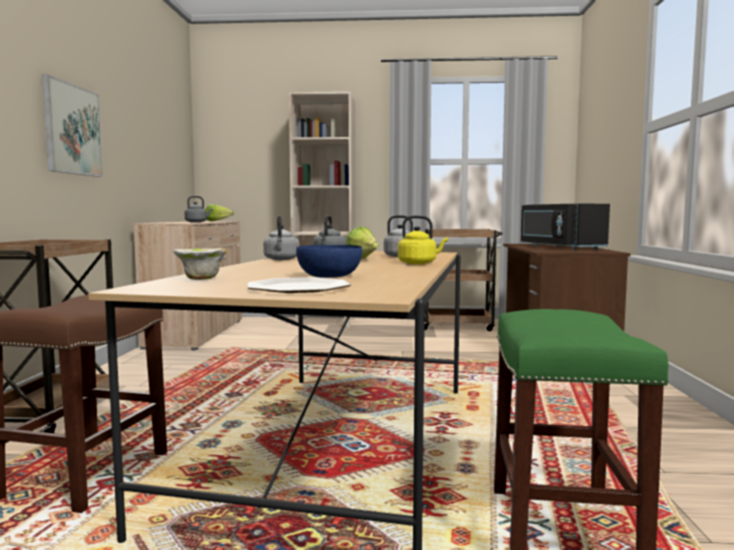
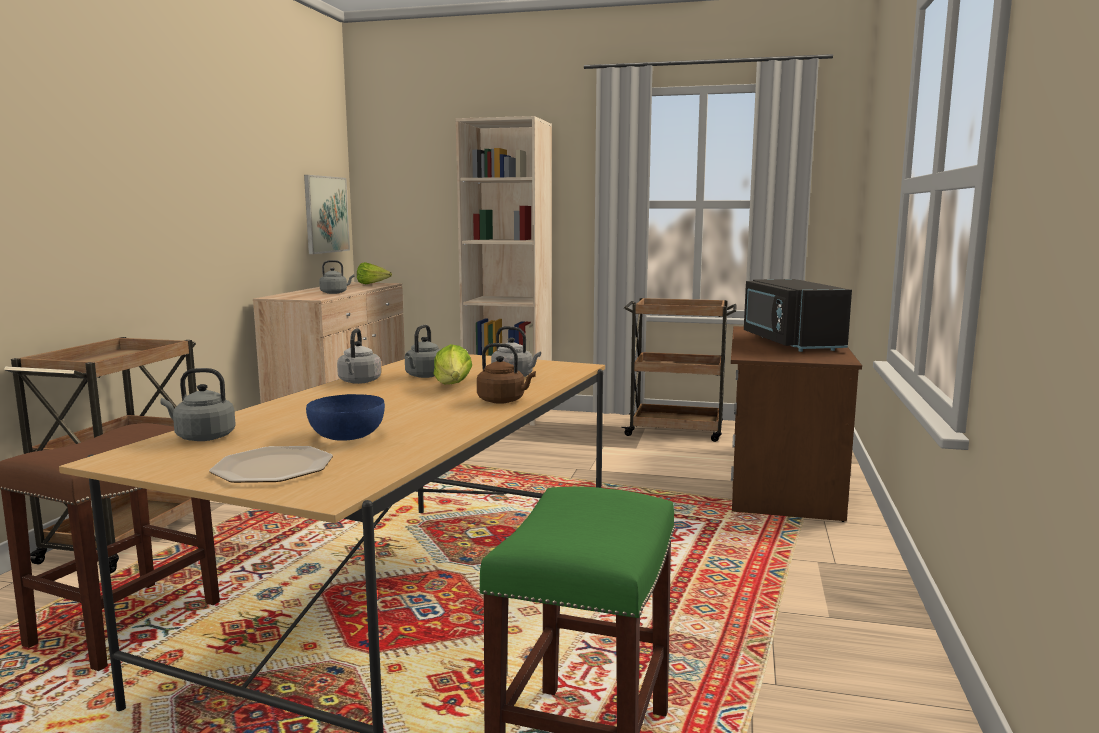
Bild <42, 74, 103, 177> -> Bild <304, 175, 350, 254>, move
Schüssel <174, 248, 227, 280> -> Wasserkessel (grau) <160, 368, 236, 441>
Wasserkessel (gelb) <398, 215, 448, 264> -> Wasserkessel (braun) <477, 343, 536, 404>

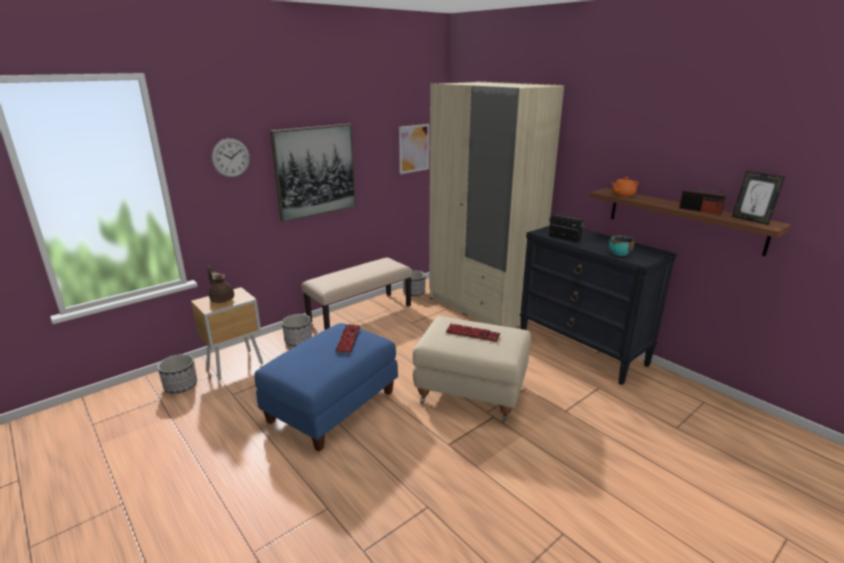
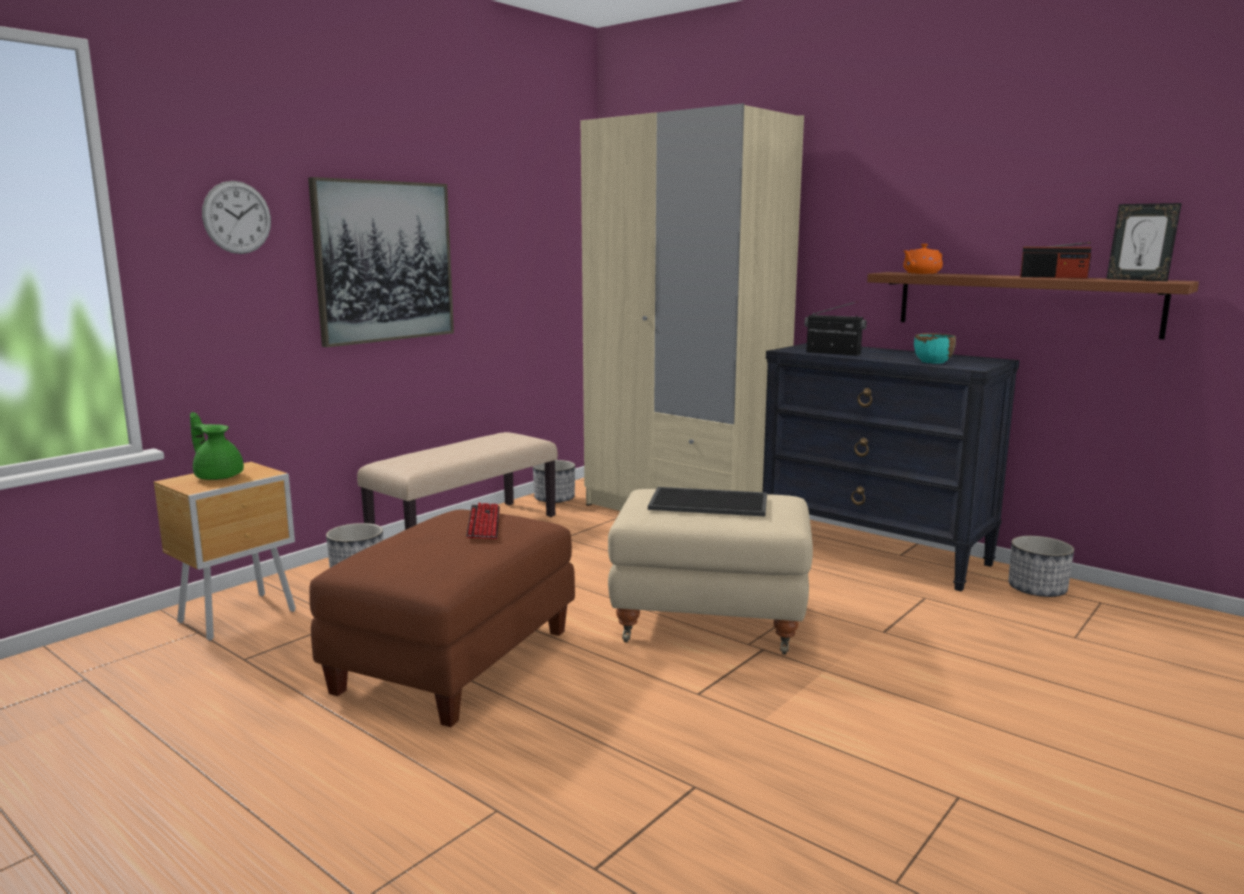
Pflanzkübel <157, 354, 197, 394> -> Pflanzkübel <1008, 536, 1074, 597>, move
Teekanne (braun) <208, 266, 234, 303> -> Teekanne (grün) <190, 412, 244, 480>
Polsterhocker (blau) <255, 323, 398, 452> -> Polsterhocker (braun) <309, 509, 575, 727>
Bild <399, 124, 429, 174> -> none
Tastatur <446, 323, 500, 342> -> Tablett <648, 487, 767, 517>

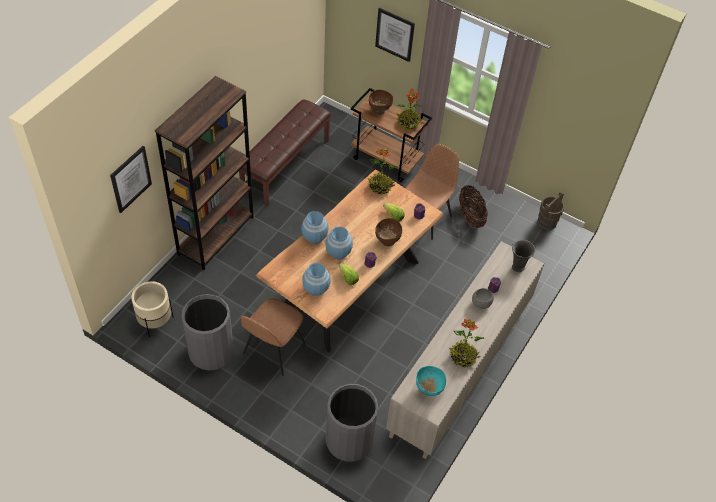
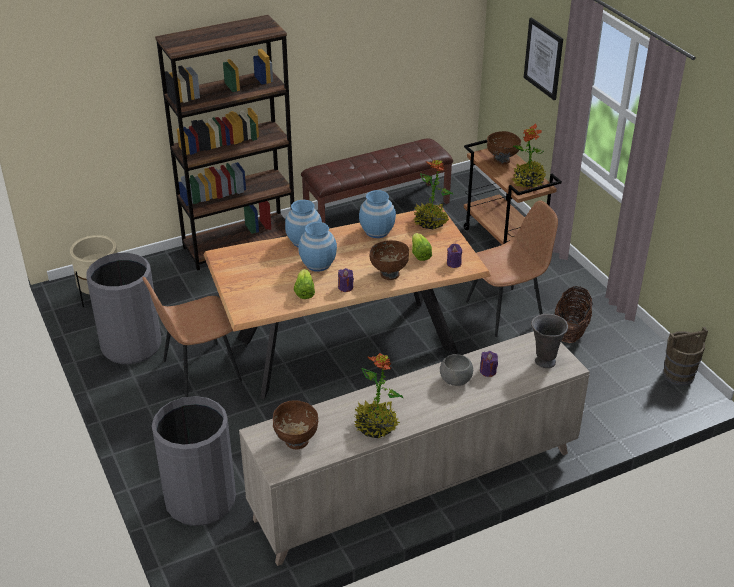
Bild <110, 146, 152, 213> -> none
Vase (blau) <302, 263, 331, 296> -> Vase (blau) <359, 190, 396, 238>, move
Schüssel (türkis) <416, 366, 446, 396> -> Schüssel (braun) <273, 400, 318, 449>

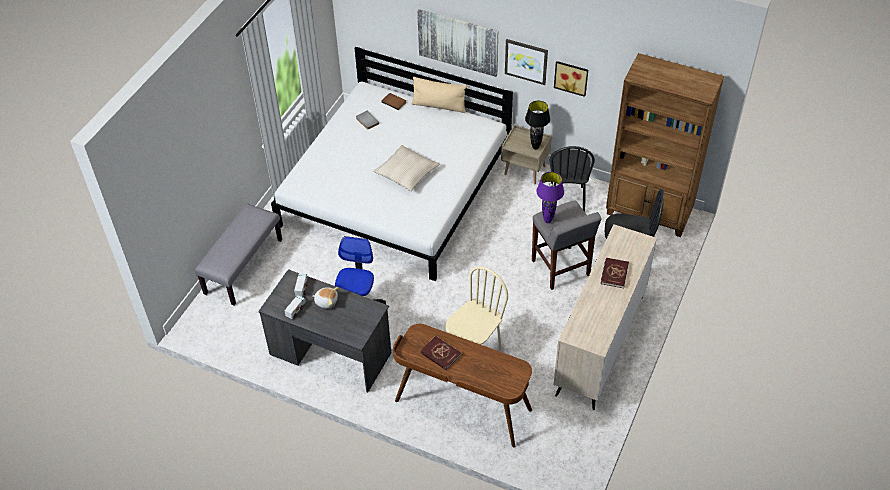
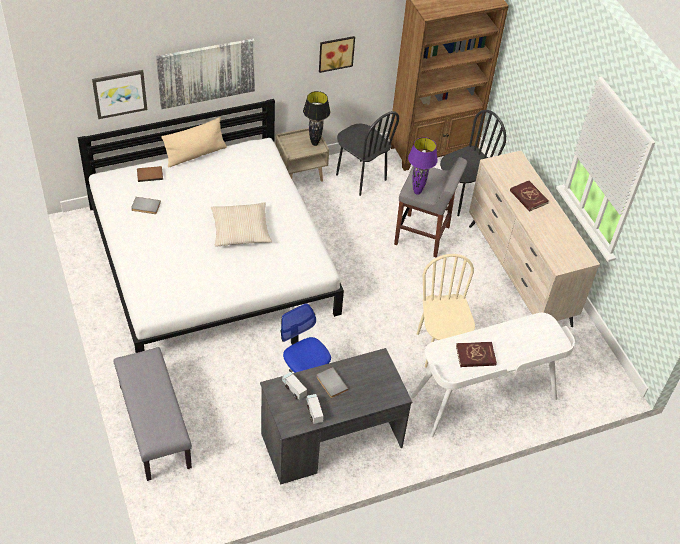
Plüschtier <313, 287, 339, 309> -> Buch (grau) <317, 367, 348, 398>
Schreibtisch (braun) <393, 324, 532, 448> -> Schreibtisch (weiß) <411, 313, 575, 437>
Bild <505, 39, 548, 85> -> Bild <92, 70, 147, 119>, move

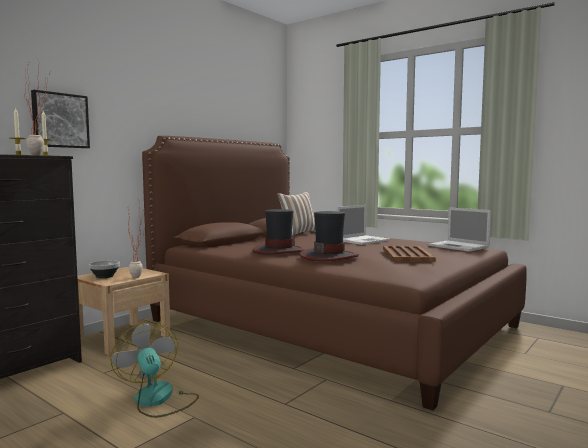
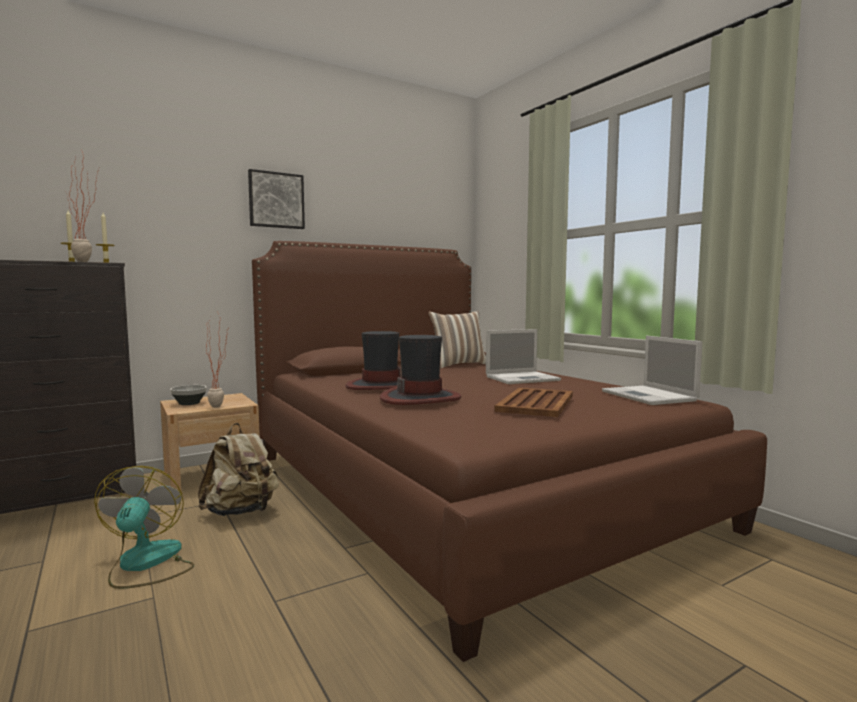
Bild <31, 90, 90, 148> -> Bild <248, 169, 305, 229>, move
none -> Rucksack (beige) <198, 423, 279, 516>

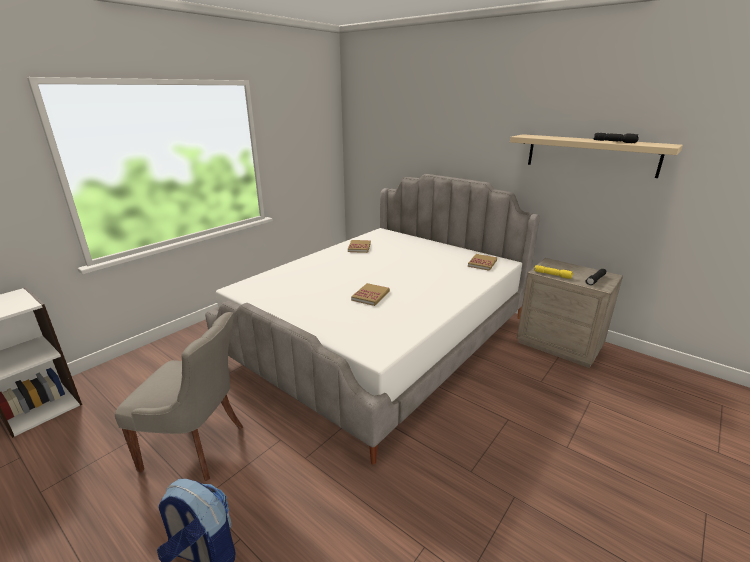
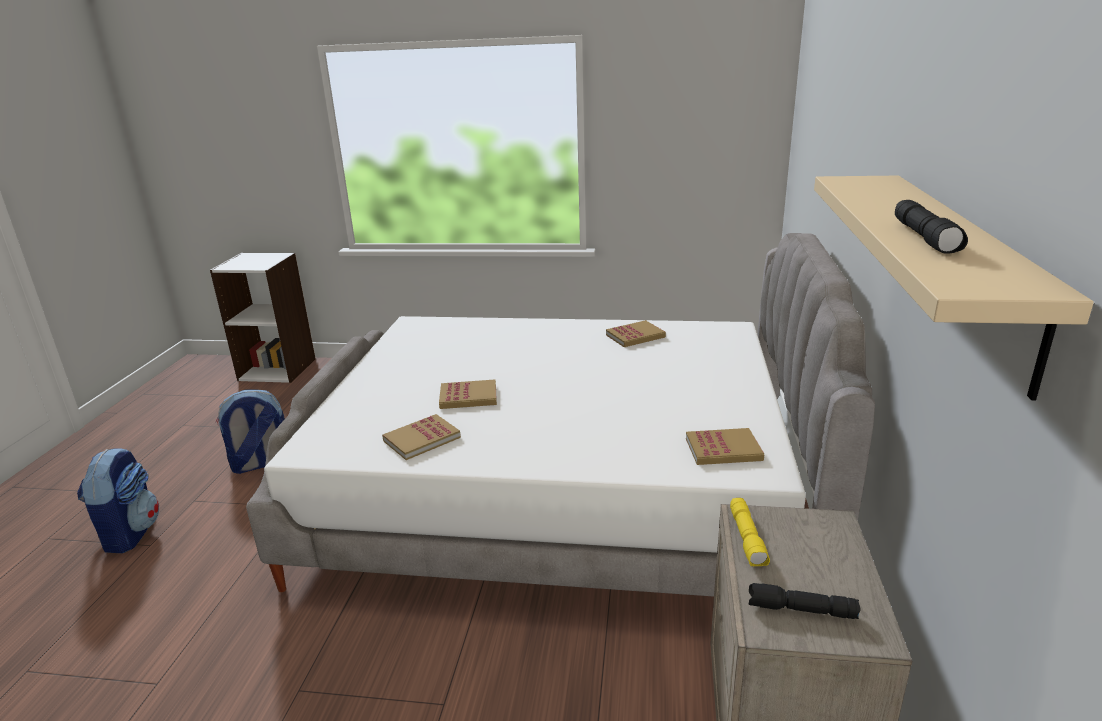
Stuhl (grau) <115, 312, 243, 481> -> Rucksack <215, 390, 285, 474>
none -> Buch <382, 414, 461, 460>

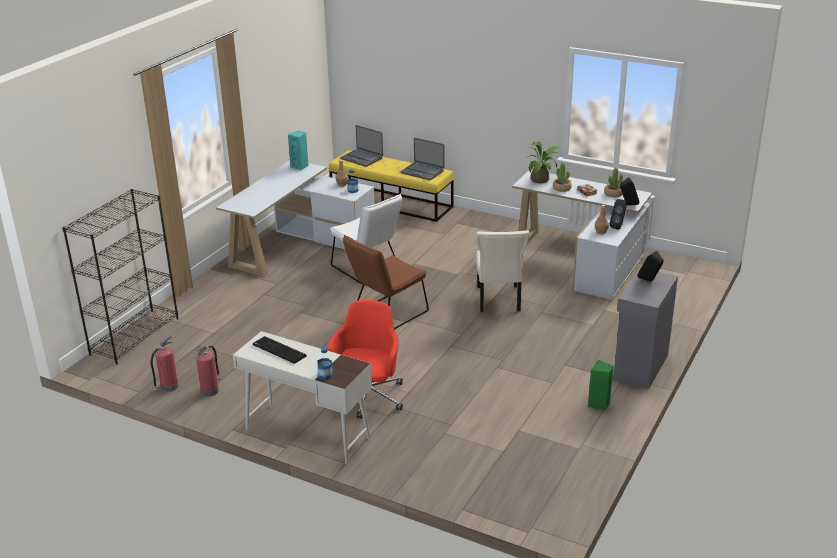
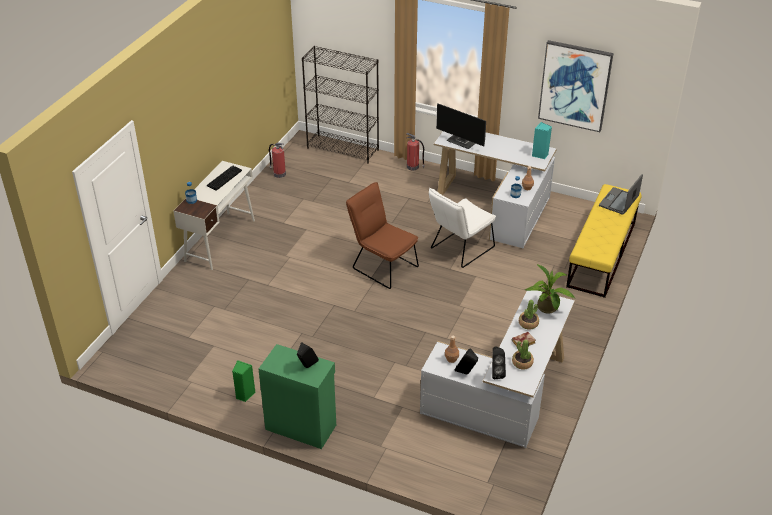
Feuerlöscher <195, 346, 221, 397> -> Feuerlöscher <406, 133, 425, 170>, move
Bürostuhl (rot) <327, 300, 403, 418> -> none
Laptop <400, 138, 445, 180> -> none
Stuhl (beige) <476, 230, 529, 312> -> none
Schrank (grau) <613, 268, 678, 390> -> Schrank (grün) <258, 344, 336, 449>
none -> Monitor <436, 103, 486, 149>
none -> Bild <538, 40, 614, 132>

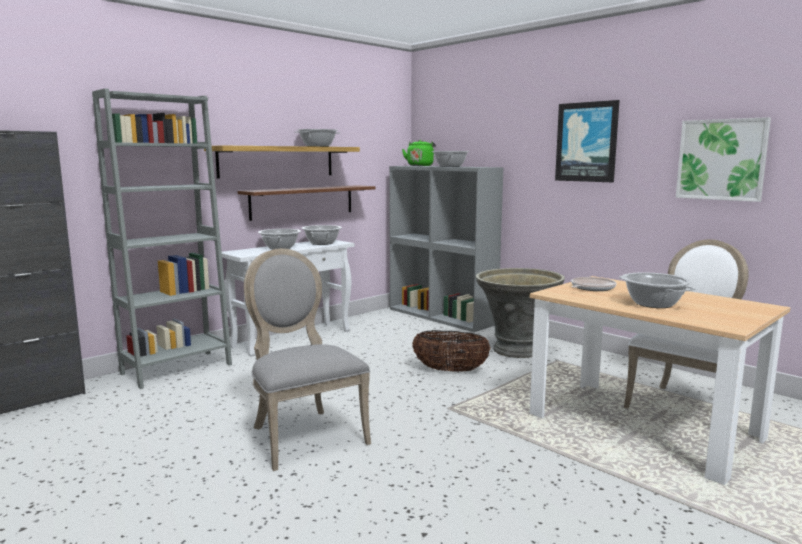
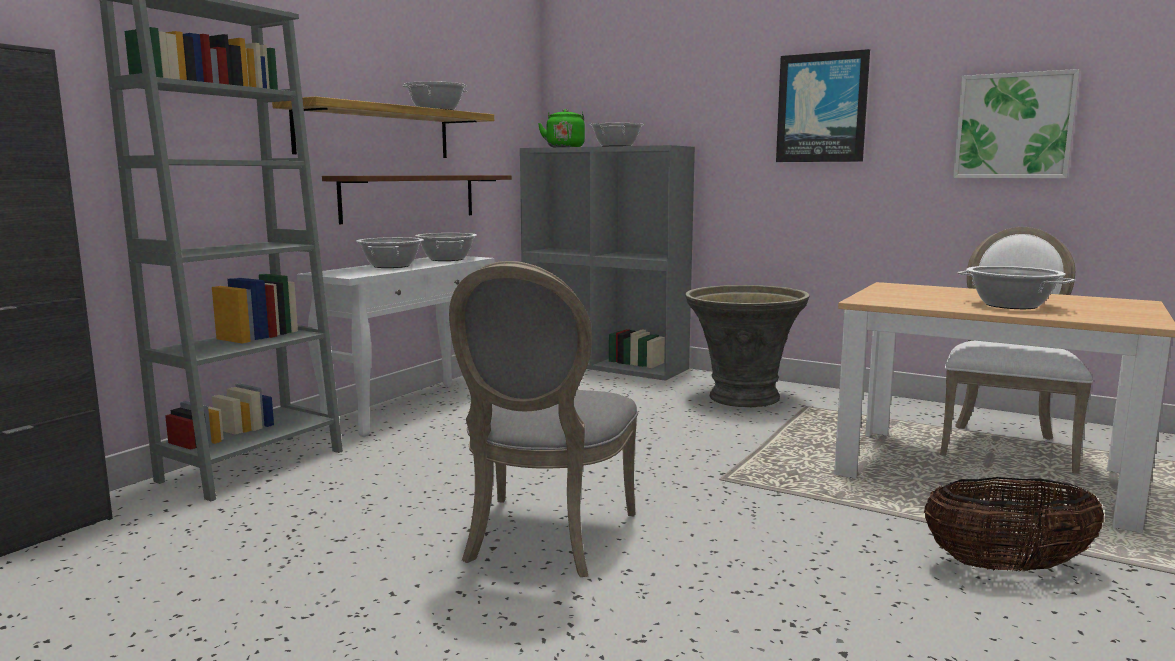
Stuhl (grau) <244, 248, 371, 471> -> Stuhl (grau) <449, 261, 638, 577>, 120 degrees counterclockwise
Korb <412, 330, 491, 372> -> Korb <924, 477, 1104, 572>, move
Pfanne <571, 277, 616, 291> -> none

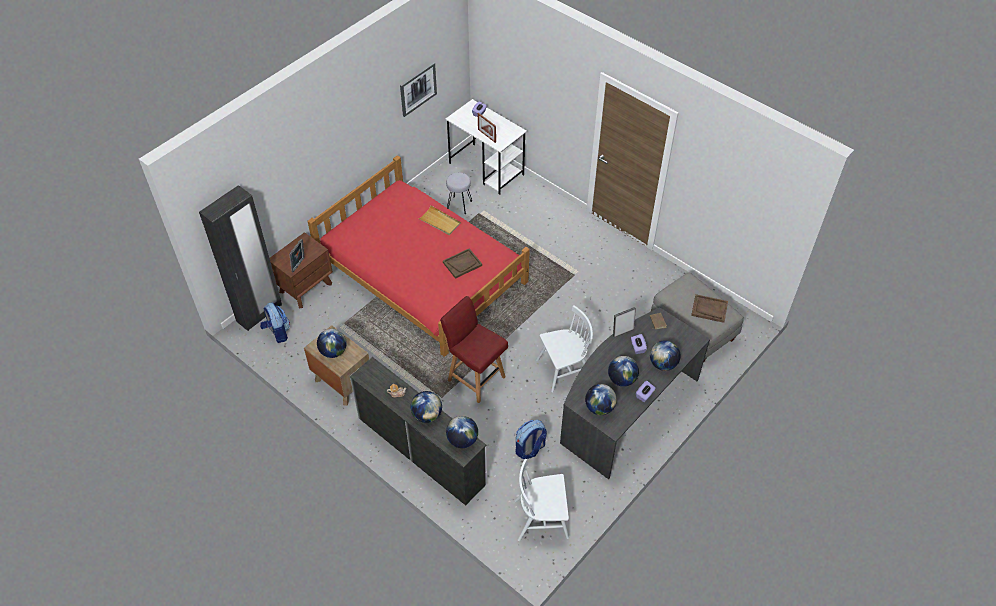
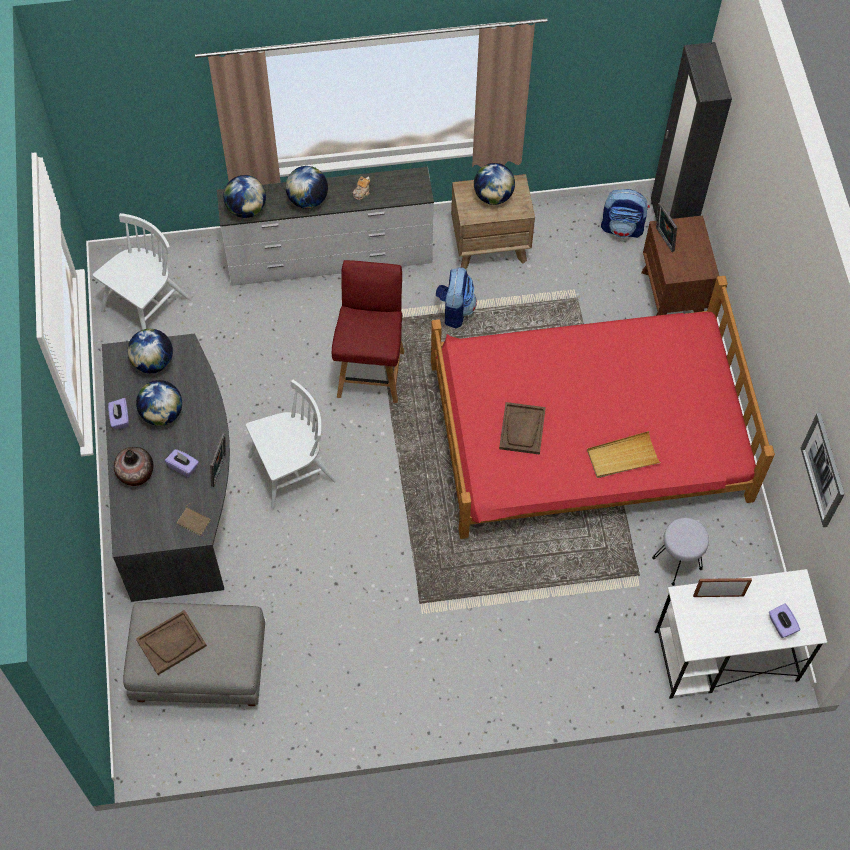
Stuhl (rot) <440, 296, 508, 403> -> Stuhl (rot) <332, 260, 404, 403>, 75 degrees counterclockwise
Rucksack <515, 420, 547, 459> -> Rucksack <436, 267, 477, 328>, move
Stuhl (weiß) <536, 305, 593, 393> -> Stuhl (weiß) <246, 380, 337, 509>, 135 degrees counterclockwise
Globus <650, 340, 681, 371> -> Vase <114, 447, 153, 486>

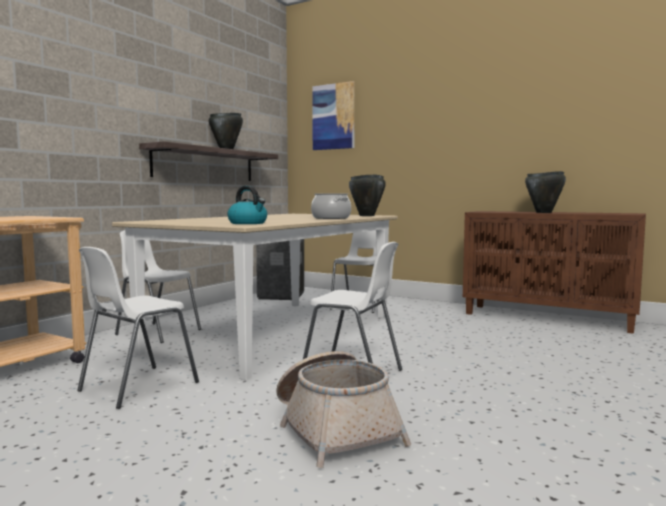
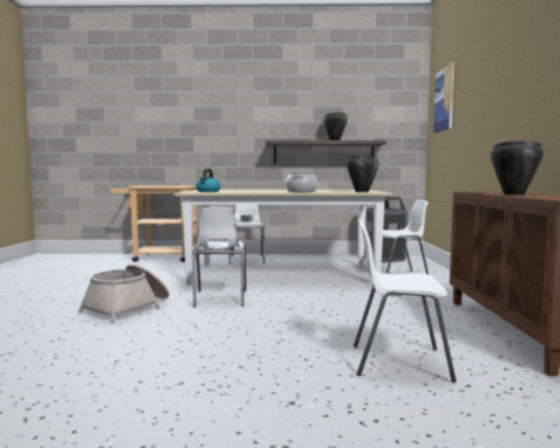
Stuhl (weiß) <77, 247, 199, 409> -> Stuhl (weiß) <353, 219, 456, 383>, move

